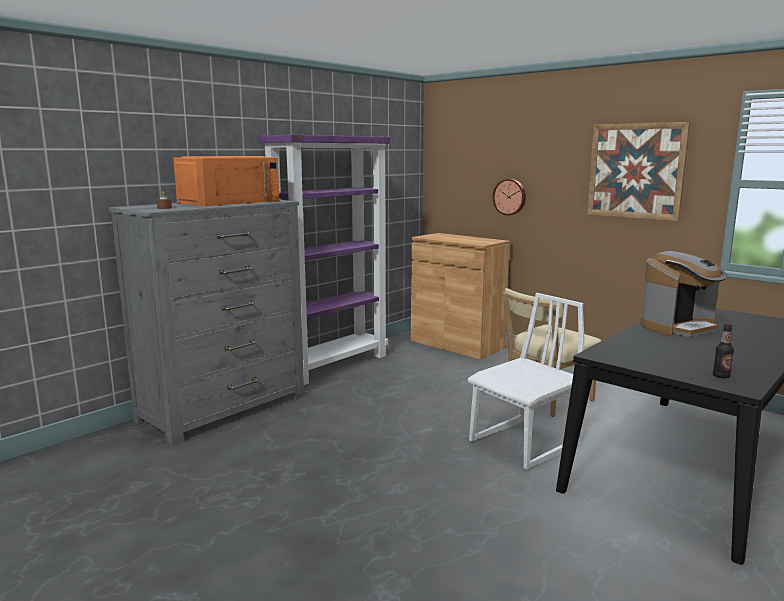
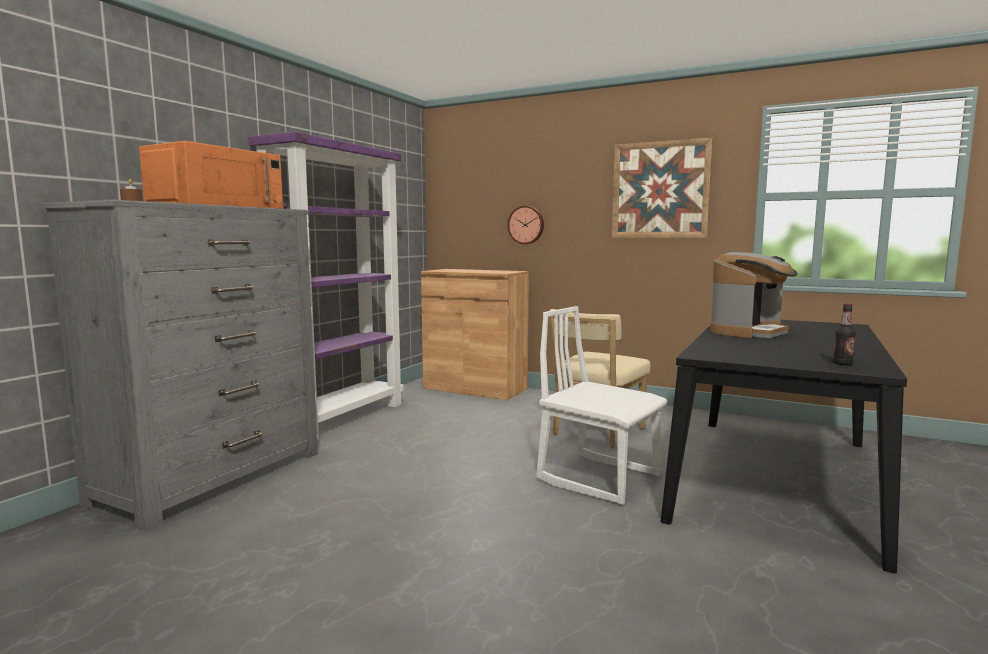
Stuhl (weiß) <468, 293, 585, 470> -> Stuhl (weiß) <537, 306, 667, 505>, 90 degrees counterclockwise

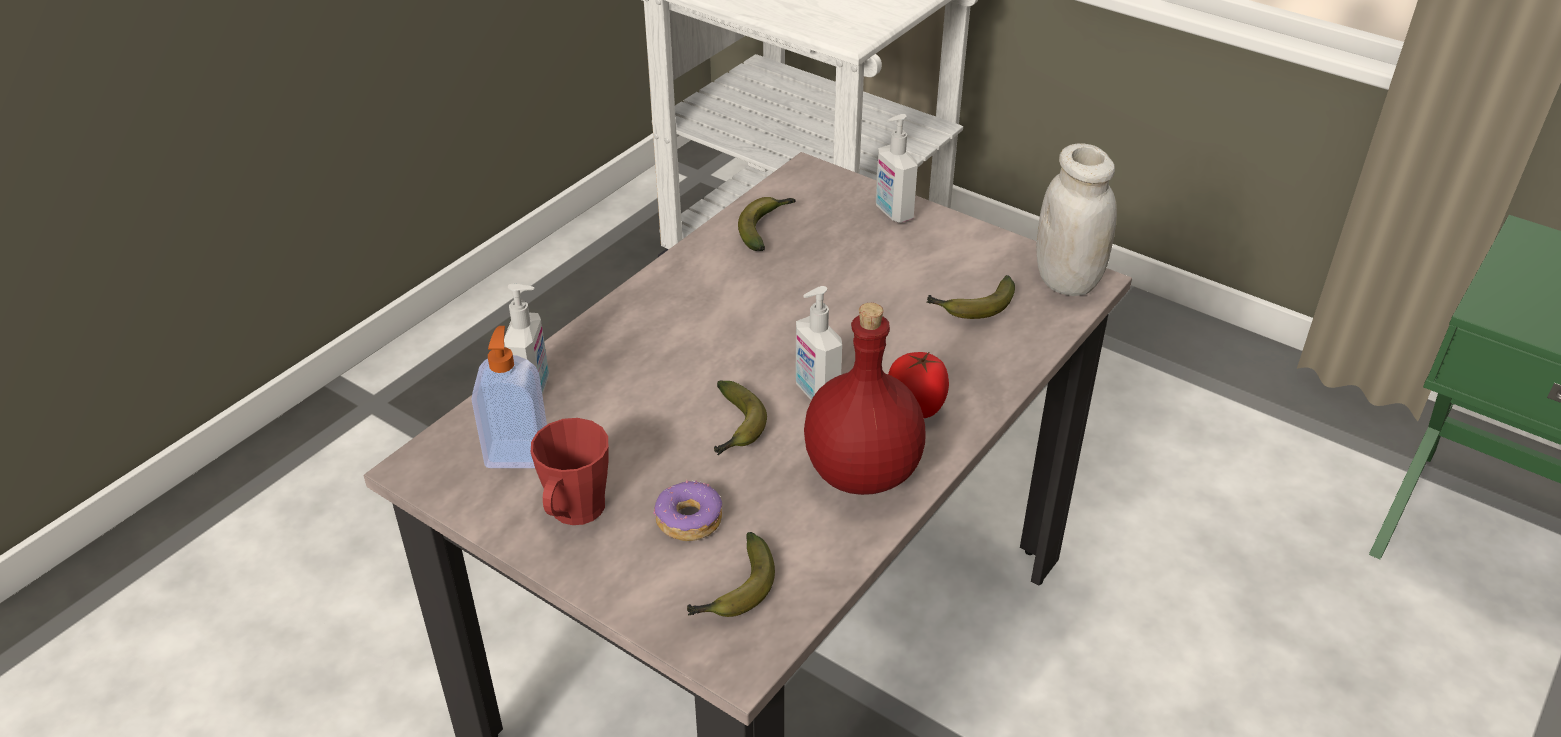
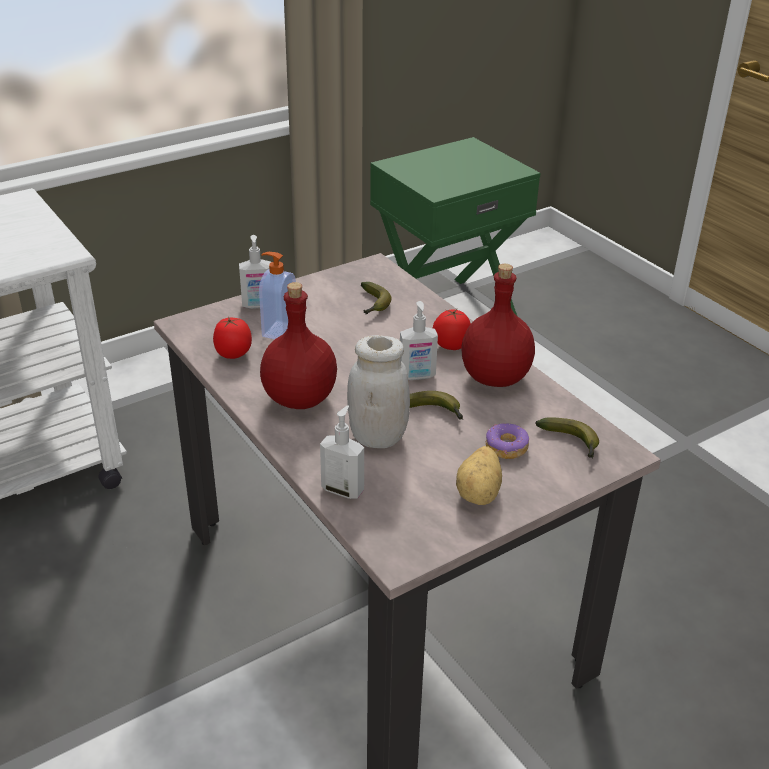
Seifenspender <471, 326, 547, 468> -> Seifenspender <259, 252, 296, 339>, move
Henkelbecher (rot) <531, 418, 608, 525> -> Kartoffel <456, 446, 502, 505>
Banane <738, 197, 796, 251> -> Tomate <213, 316, 252, 359>
Vorratsglas (weiß) <1036, 143, 1117, 296> -> Vorratsglas (weiß) <347, 335, 410, 448>, move
none -> Flasche (rot) <260, 282, 337, 409>

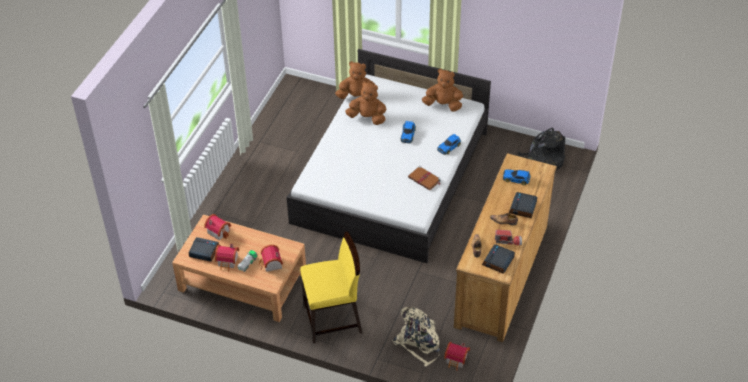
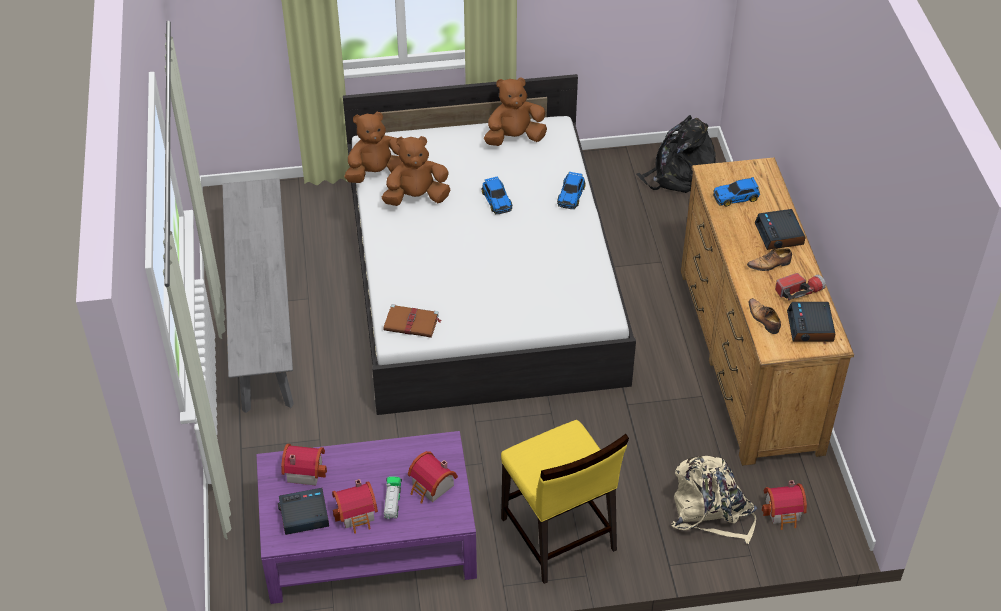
Couchtisch (braun) <172, 214, 306, 322> -> Couchtisch (lila) <256, 431, 477, 604>
Stuhl (gelb) <300, 232, 362, 343> -> Stuhl (gelb) <501, 420, 629, 584>, 105 degrees clockwise
Buch (braun) <408, 166, 441, 190> -> Buch (braun) <383, 304, 441, 338>, move
none -> Bank (grau) <222, 178, 294, 413>

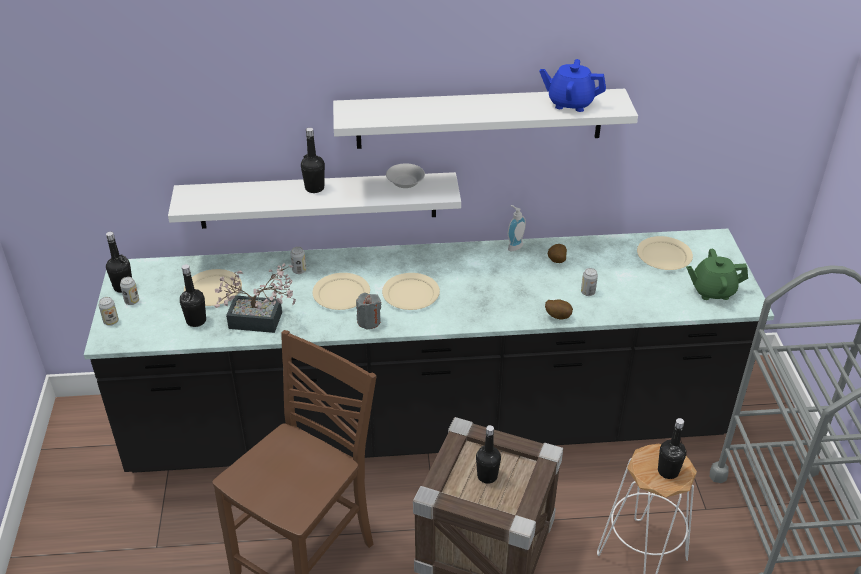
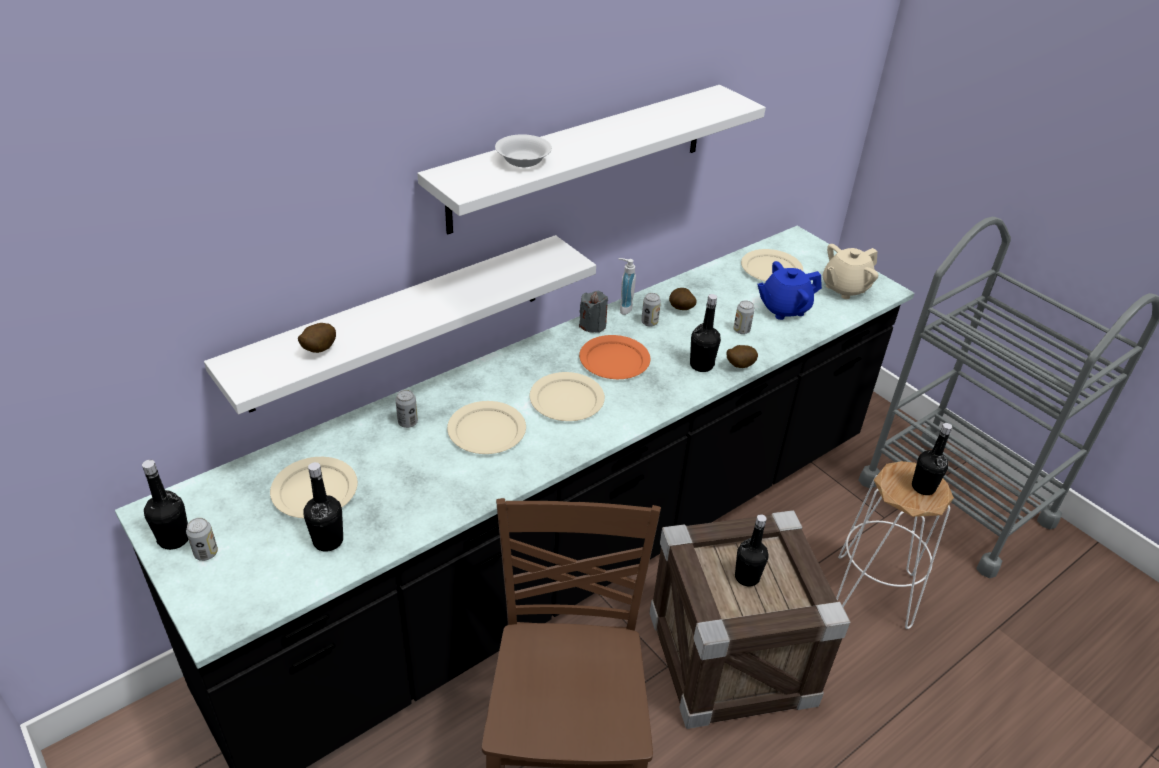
Dose <99, 297, 119, 326> -> Dose <641, 293, 661, 327>, move
Topfpflanze <214, 263, 296, 333> -> none
Flasche (schwarz) <301, 128, 325, 193> -> Flasche (schwarz) <690, 294, 721, 372>, move
Kerze (grau) <356, 293, 381, 330> -> Kerze (grau) <579, 291, 608, 333>, move
Schüssel (weiß) <386, 163, 425, 188> -> Schüssel (weiß) <495, 134, 552, 167>, move
Teekanne (blau) <540, 59, 606, 112> -> Teekanne (blau) <757, 261, 822, 320>, move
Teekanne (grün) <686, 249, 748, 300> -> Teekanne (beige) <823, 244, 878, 299>
none -> Kartoffel <298, 323, 336, 353>
none -> Teller (orange) <579, 335, 650, 379>

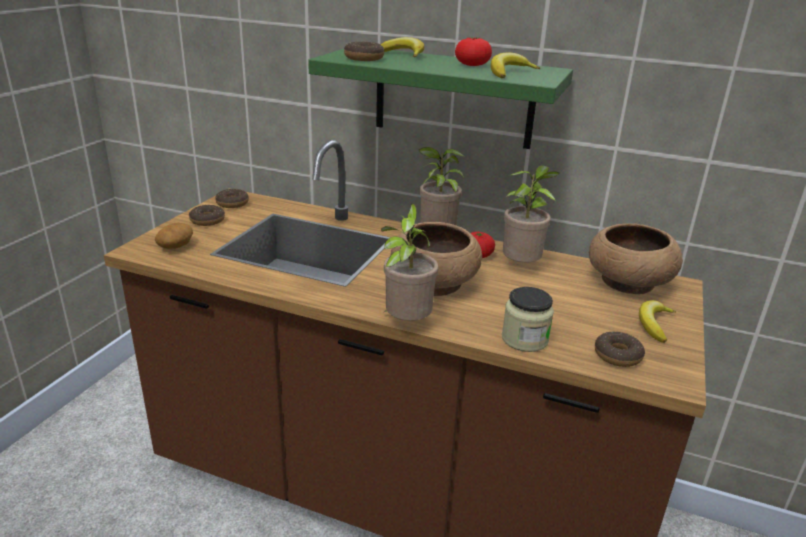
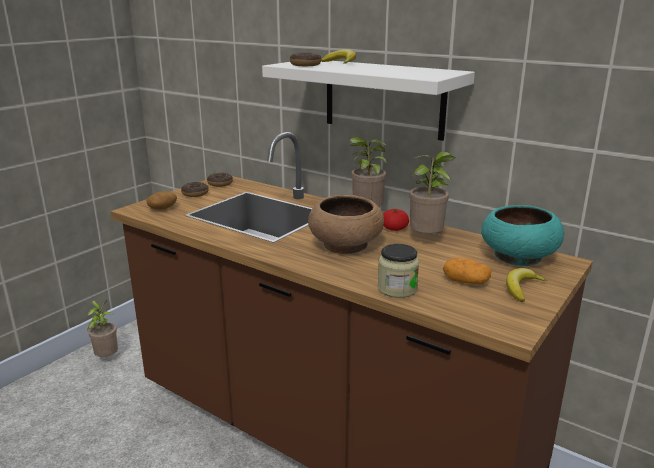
Wandregal (grün) <308, 49, 573, 149> -> Wandregal (weiß) <262, 61, 475, 141>
Topfpflanze <381, 204, 439, 321> -> Topfpflanze <87, 300, 118, 357>, move
Tomate <455, 37, 492, 66> -> none
Banane <491, 53, 540, 78> -> none
Schüssel (braun) <589, 223, 683, 294> -> Schüssel (türkis) <481, 205, 564, 266>
Donut <595, 331, 645, 367> -> none
none -> Kartoffel <443, 258, 492, 284>

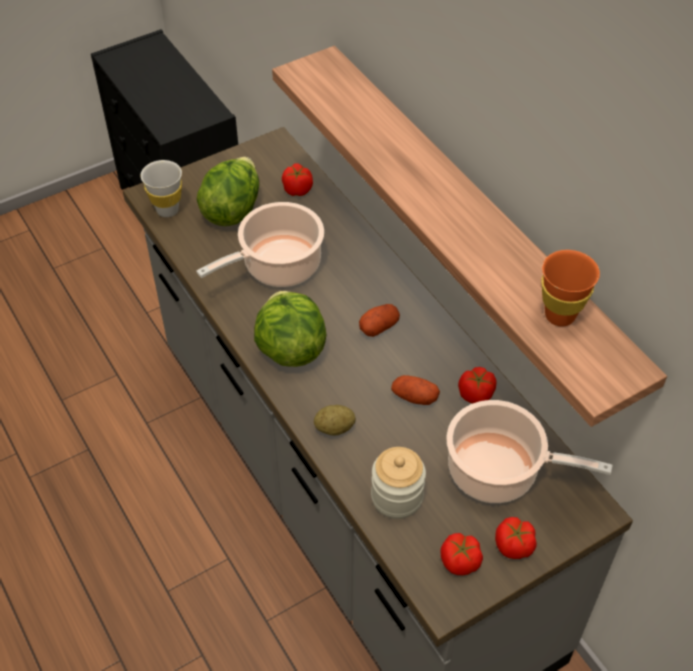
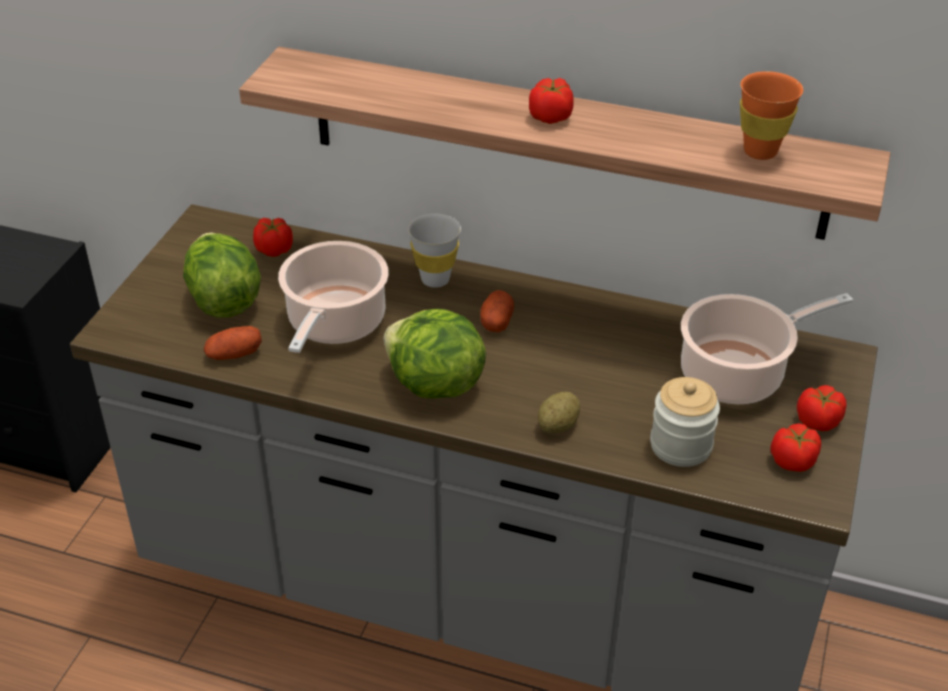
Tasse (weiß) <141, 160, 182, 217> -> Tasse (weiß) <408, 213, 461, 288>, move
Kartoffel <391, 375, 440, 405> -> Kartoffel <204, 326, 262, 360>, move
Tomate <458, 367, 496, 403> -> Tomate <529, 78, 574, 124>, move

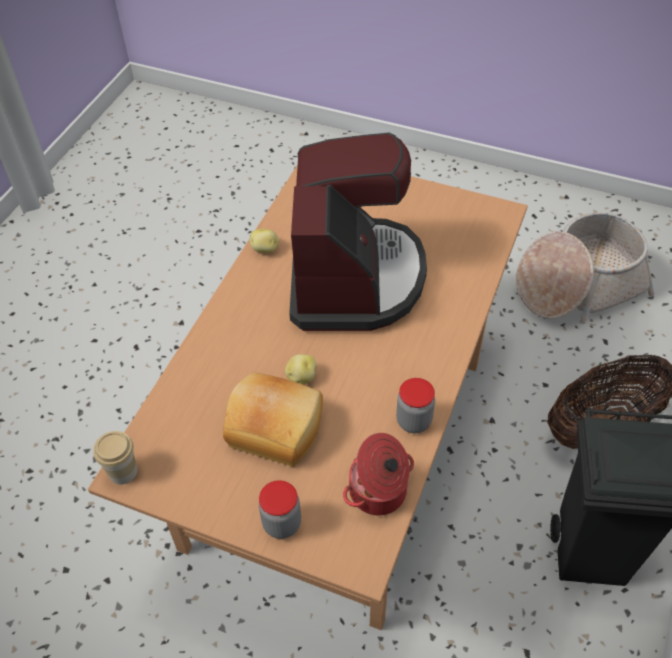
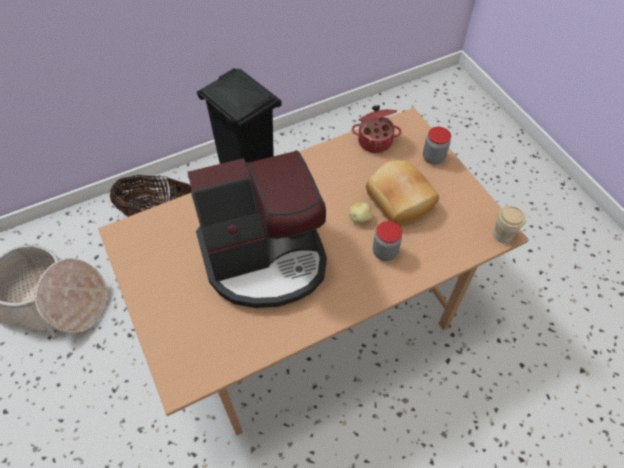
Kartoffel <250, 229, 279, 253> -> none
Kaffeemaschine <289, 133, 427, 331> -> Kaffeemaschine <188, 150, 327, 308>, 150 degrees counterclockwise
Vorratsglas <396, 378, 435, 433> -> Vorratsglas <373, 221, 402, 261>, move

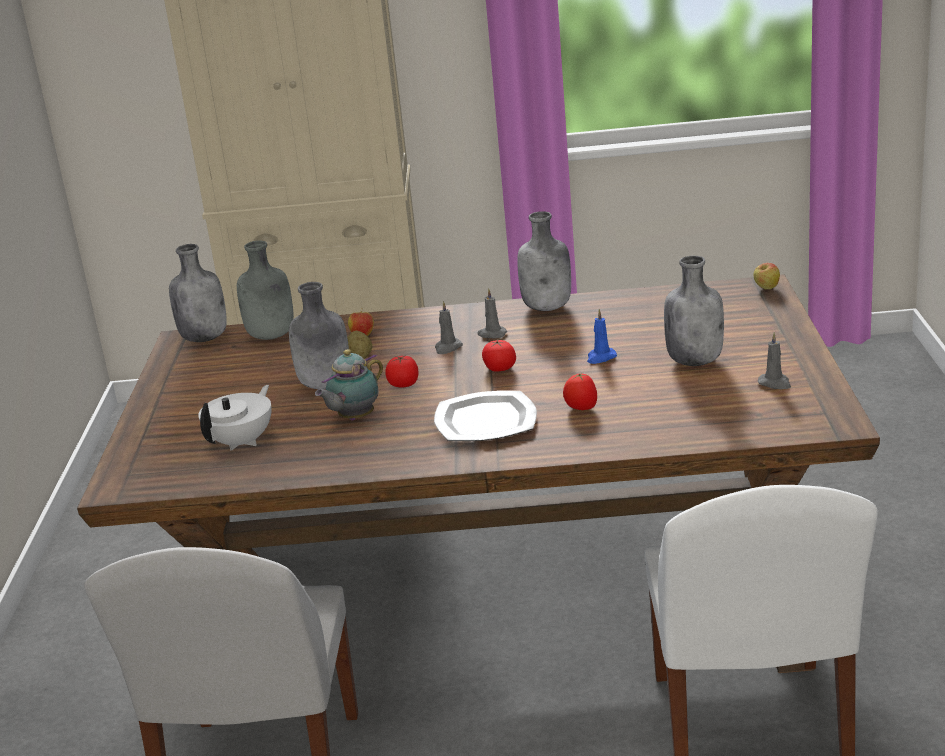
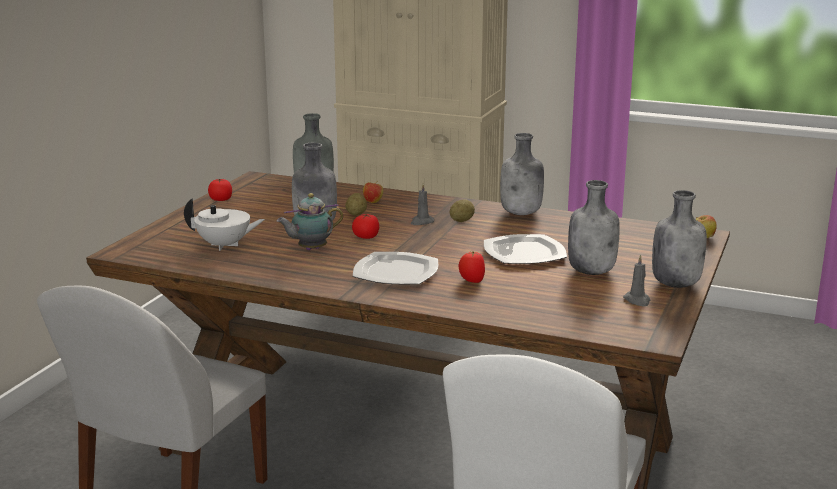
Flasche (grau) <169, 244, 227, 342> -> Flasche (grau) <652, 190, 707, 288>, move
Teekanne (weiß) <198, 385, 272, 451> -> Teekanne (weiß) <184, 198, 265, 251>, 45 degrees clockwise
Kerze (grau) <477, 288, 507, 339> -> Kartoffel <450, 199, 475, 222>
Tomate <482, 340, 516, 372> -> Tomate <208, 179, 232, 201>, move
Kerze (blau) <587, 309, 617, 364> -> Teller <484, 234, 567, 264>

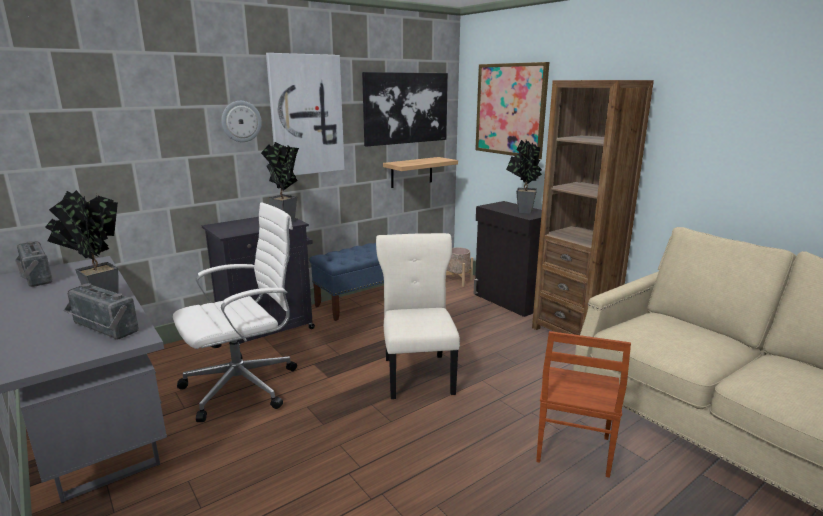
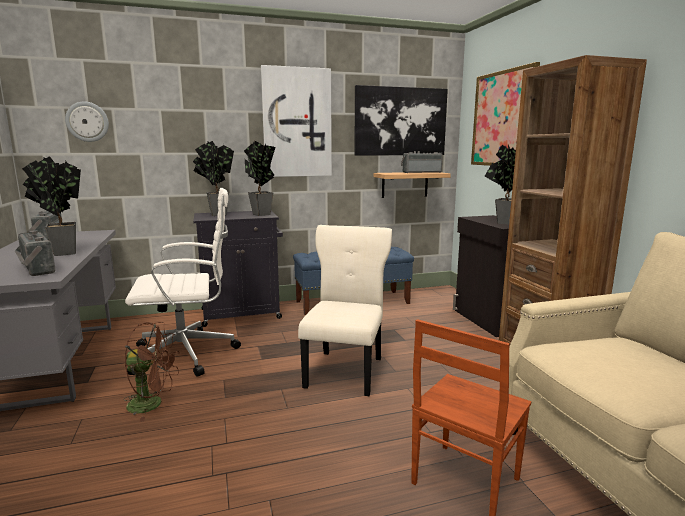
Wanduhr <221, 101, 262, 142> -> Wanduhr <65, 101, 109, 142>, move
Pflanzkübel (beige) <446, 247, 473, 287> -> none
none -> Ventilator (braun) <124, 322, 180, 422>
none -> Topfpflanze <193, 141, 234, 216>
none -> Radio <401, 151, 443, 173>

